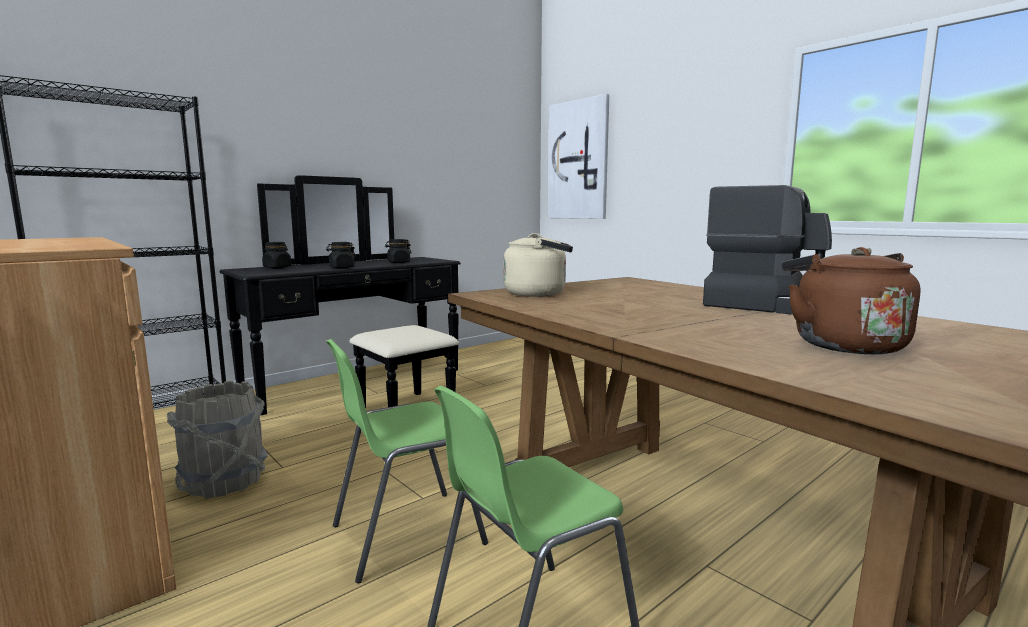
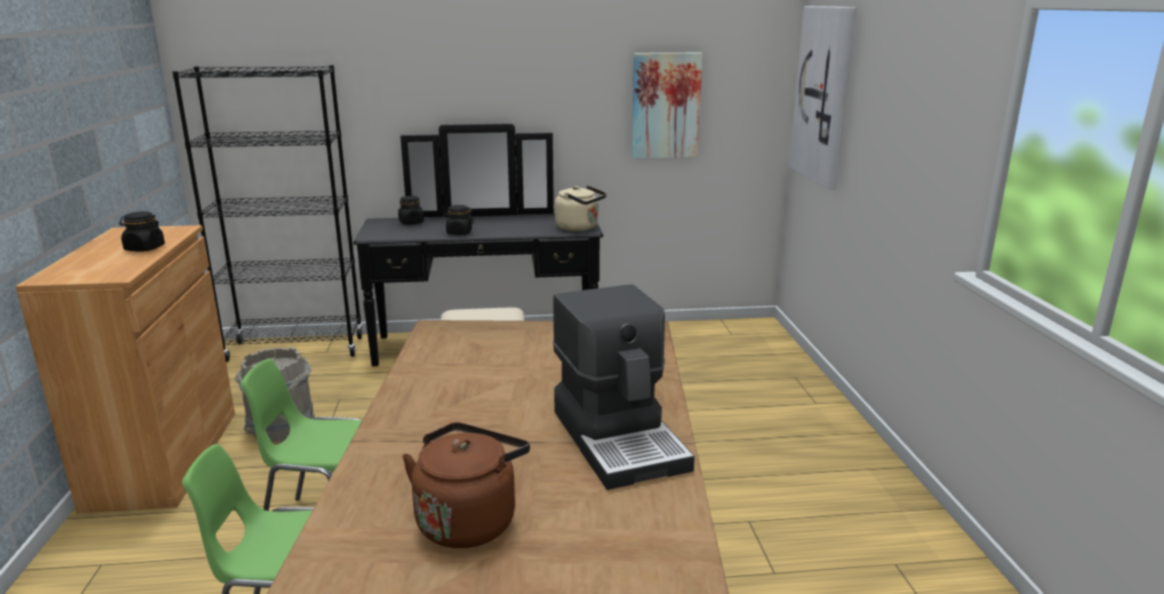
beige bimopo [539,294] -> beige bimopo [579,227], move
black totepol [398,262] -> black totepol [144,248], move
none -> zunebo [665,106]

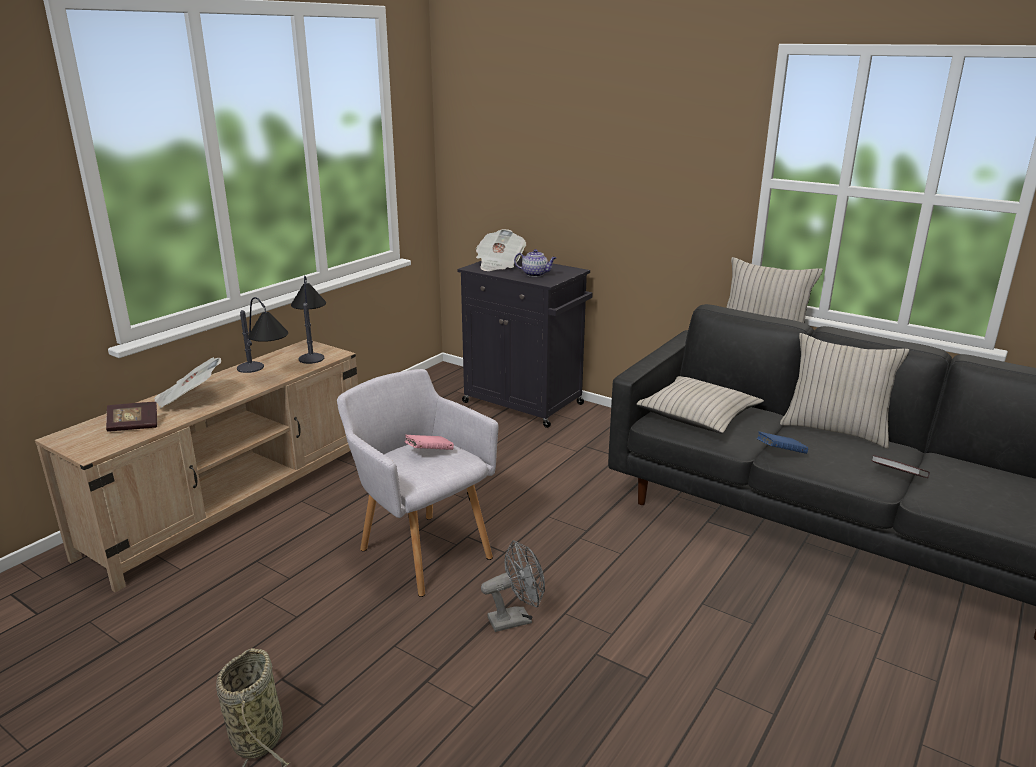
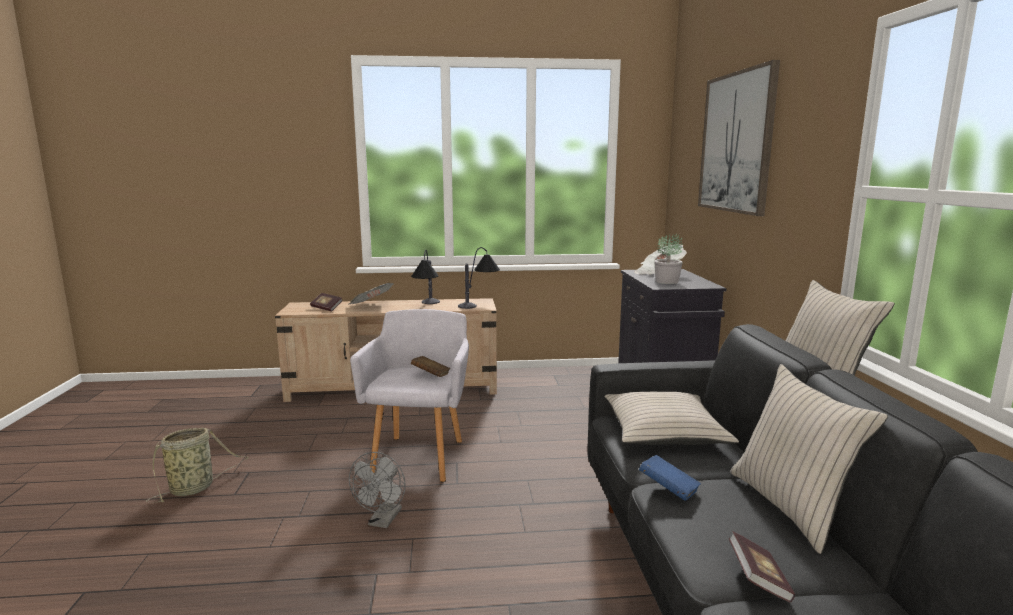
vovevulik [535,274] -> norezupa [667,281]
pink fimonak [429,452] -> brown fimonak [430,375]
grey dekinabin [516,619] -> grey dekinabin [383,521], 75 degrees clockwise
none -> zunebo [736,142]

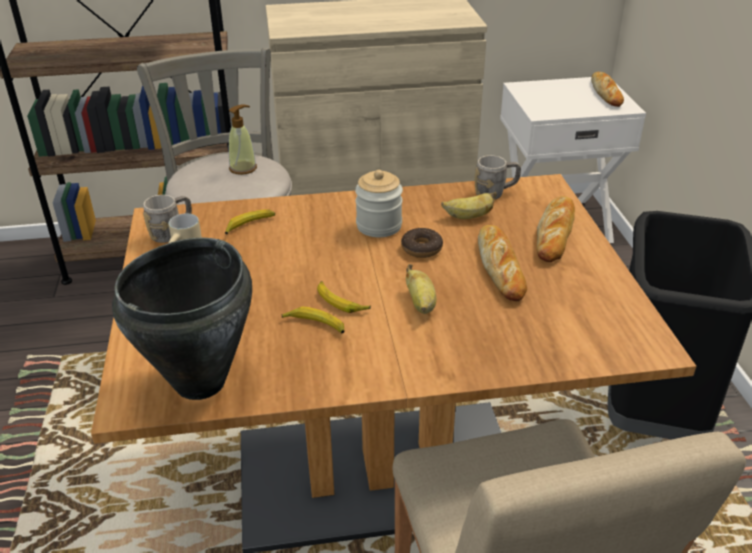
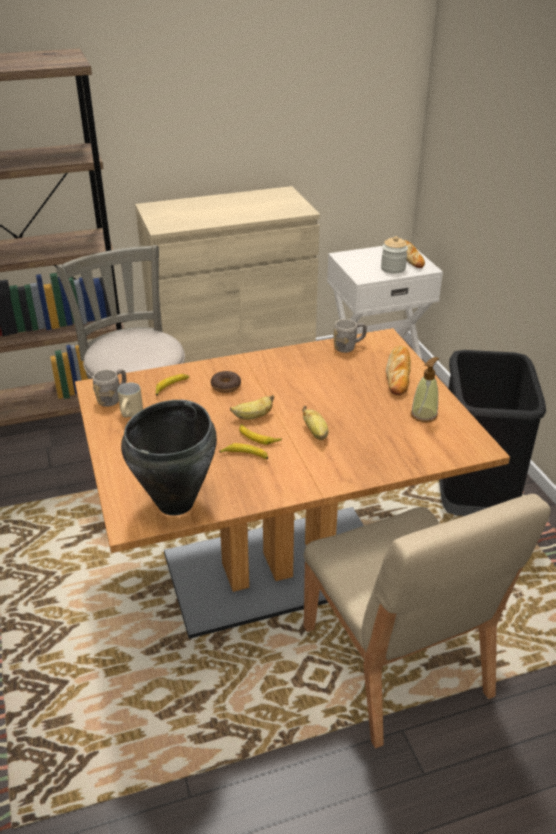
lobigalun [243,168] -> lobigalun [424,415], move
totepol [379,226] -> totepol [393,268], move
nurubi [468,217] -> nurubi [253,417], move
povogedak [500,267] -> none
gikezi [421,248] -> gikezi [226,386], move

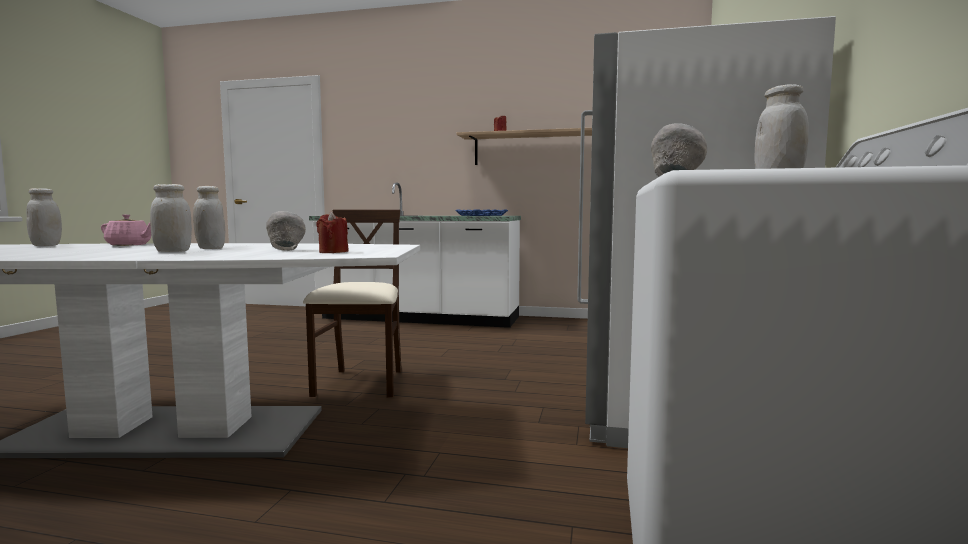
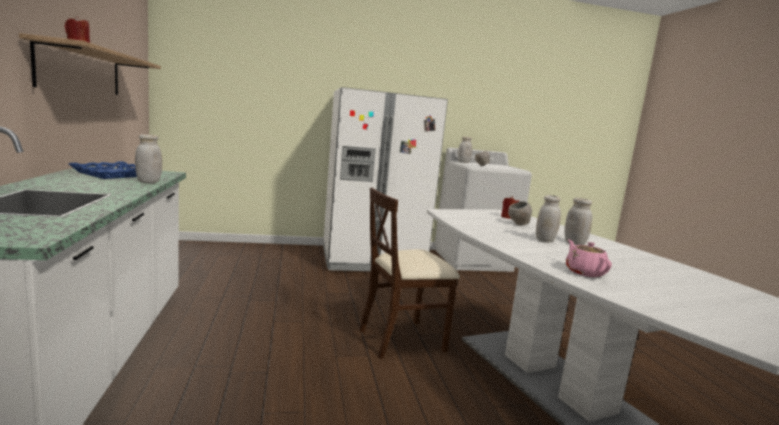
white totepol [46,245] -> white totepol [148,182], move

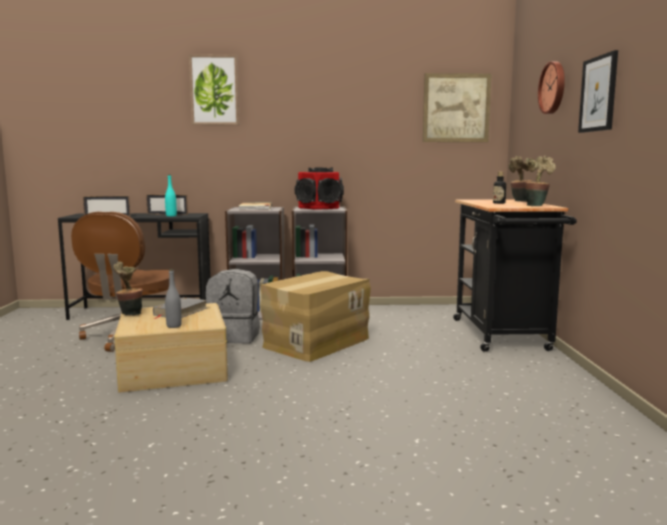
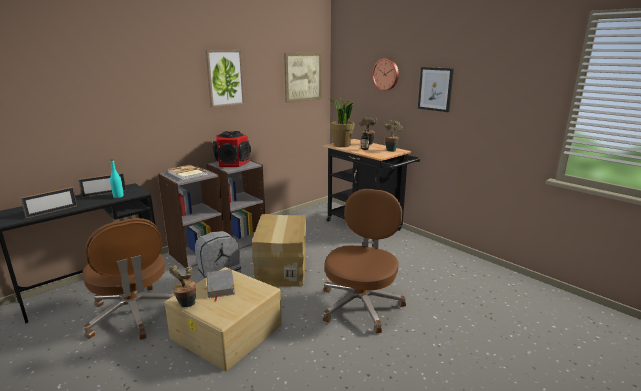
zunebo [214,90] -> zunebo [225,78], move
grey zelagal [174,326] -> none
none -> norezupa [341,145]
none -> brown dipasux [361,304]

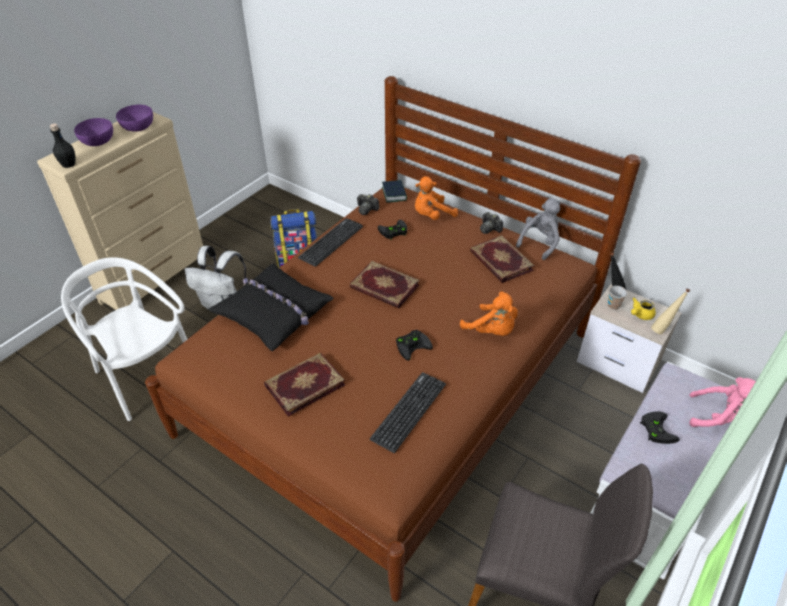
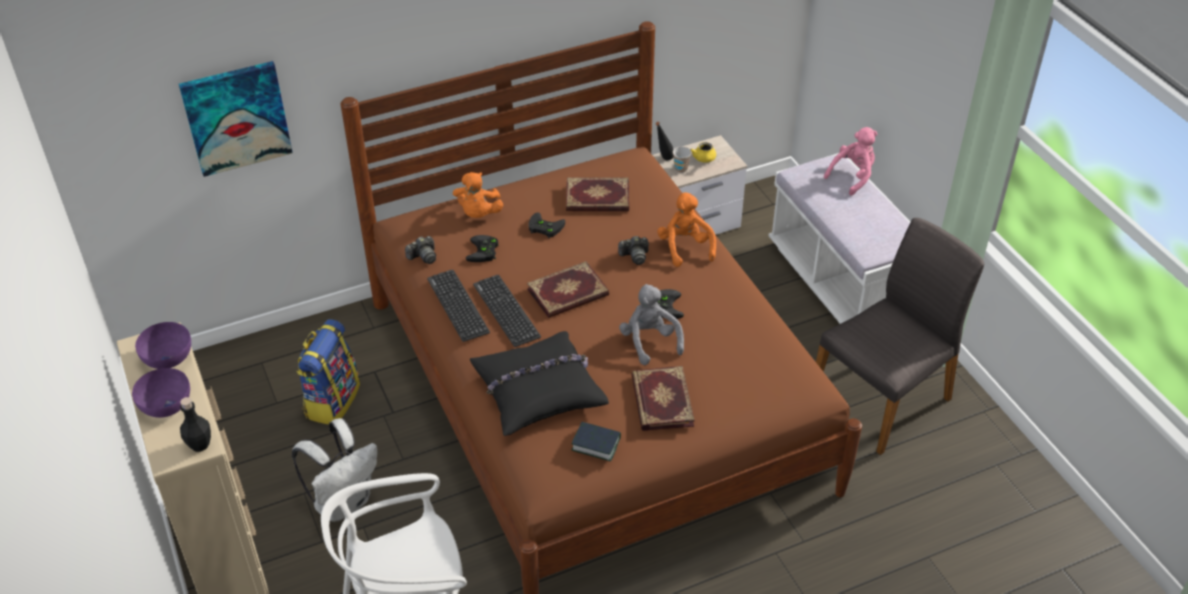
fimonak [394,194] -> fimonak [596,444], move
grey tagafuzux [540,243] -> grey tagafuzux [649,341], move
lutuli [489,228] -> lutuli [634,256], move
beige zelagal [662,329] -> none
orange tagafuzux [491,331] -> orange tagafuzux [685,247], 90 degrees counterclockwise
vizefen [409,411] -> vizefen [506,311], move
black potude [656,429] -> black potude [544,227], move
none -> zunebo [236,117]

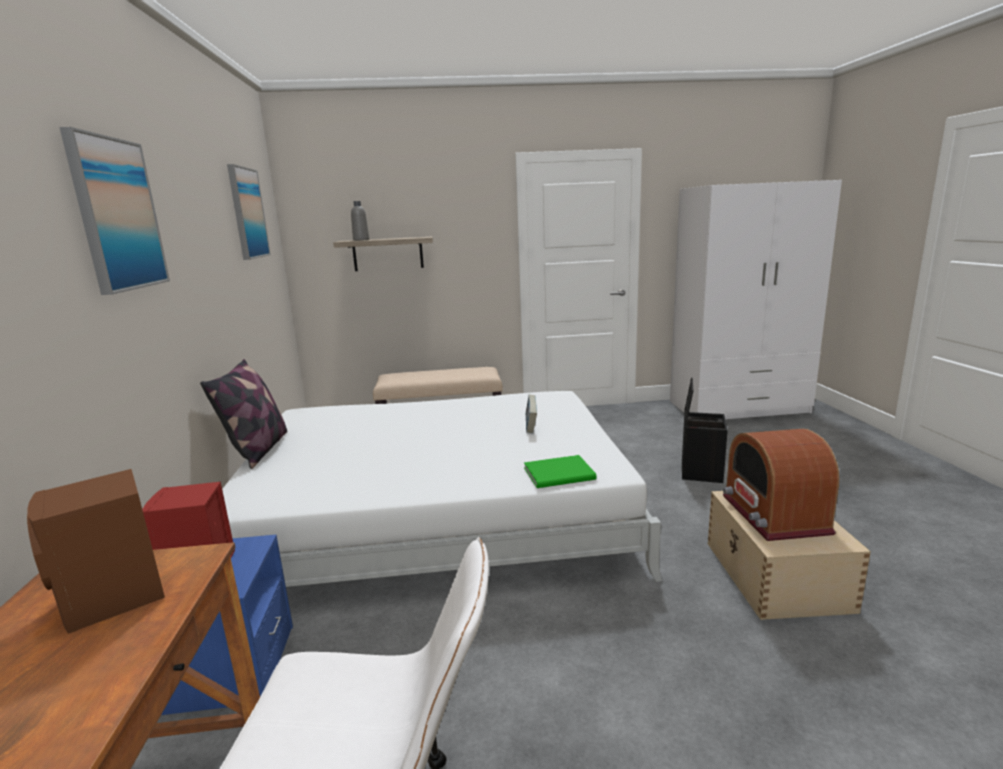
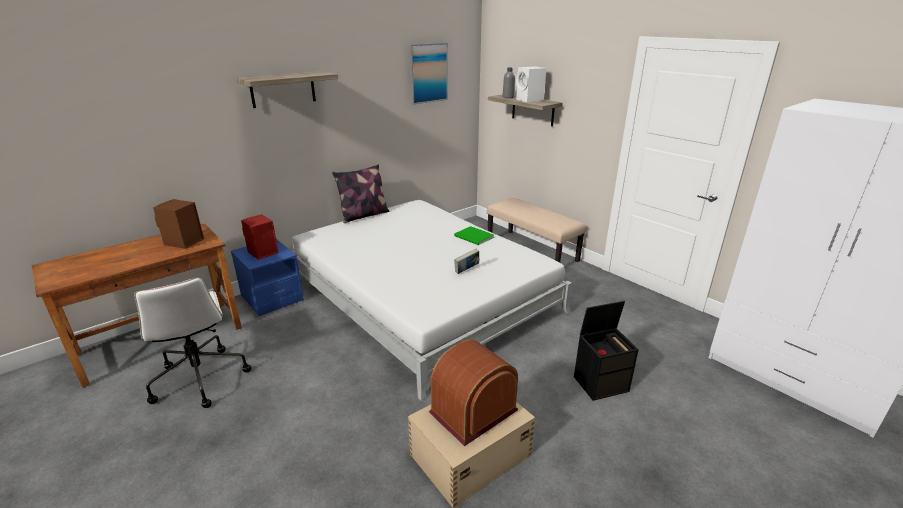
zunebo [117,215] -> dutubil [283,89]
green fimonak [561,474] -> green fimonak [474,237], move
none -> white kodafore [530,100]

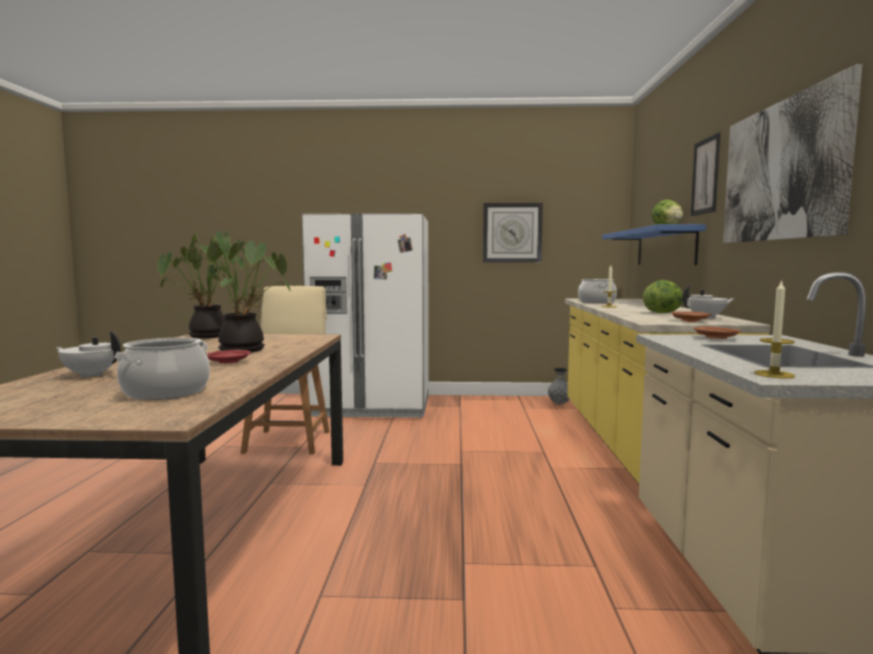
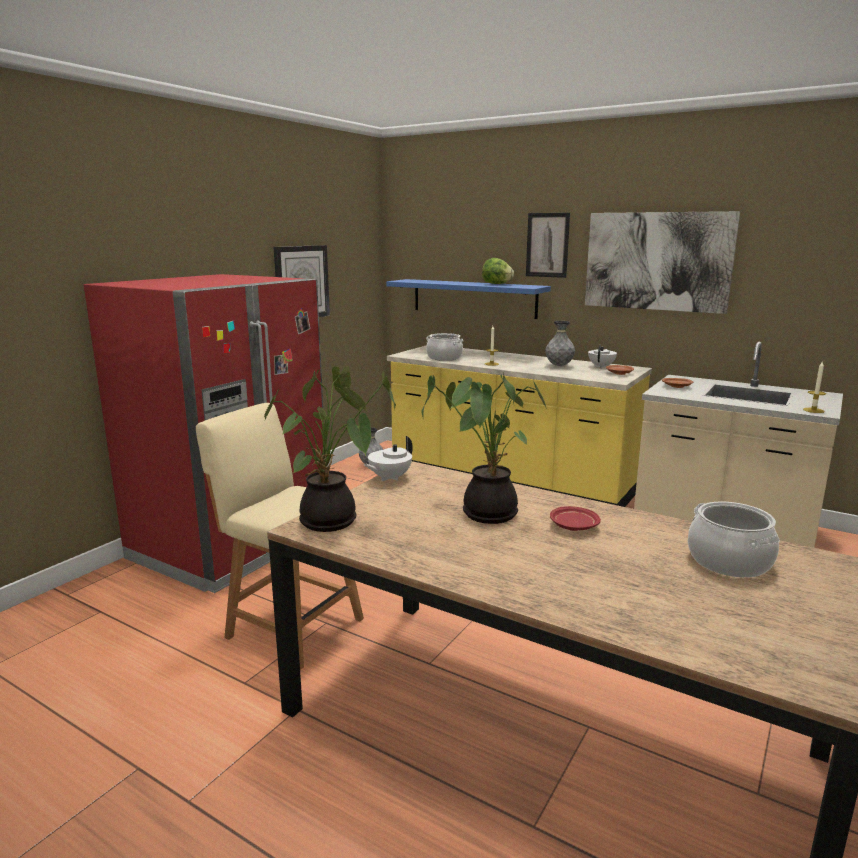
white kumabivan [373,406] -> red kumabivan [231,545]
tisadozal [663,313] -> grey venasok [559,366]
white vovevulik [91,375] -> white vovevulik [389,478], move

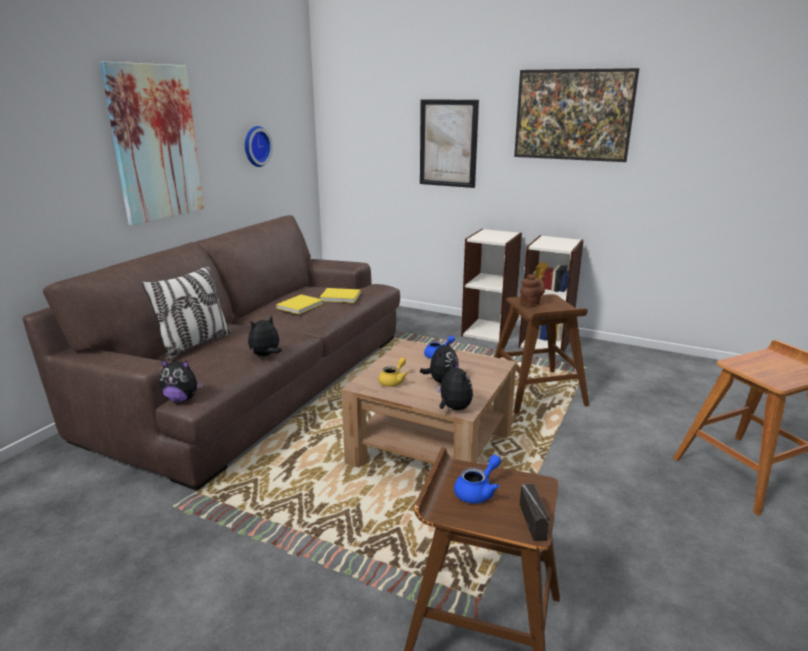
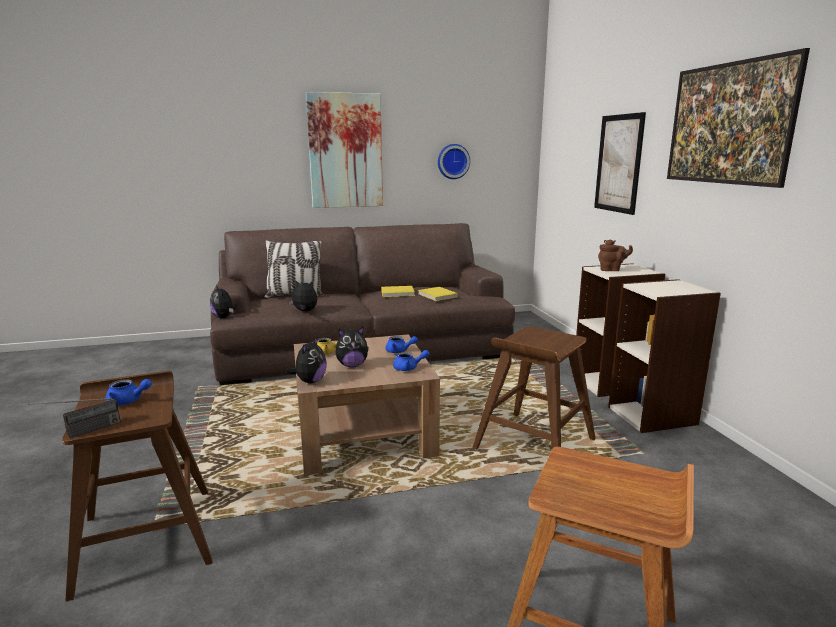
brown vovevulik [531,303] -> brown vovevulik [611,270], move
none -> blue vovevulik [409,368]

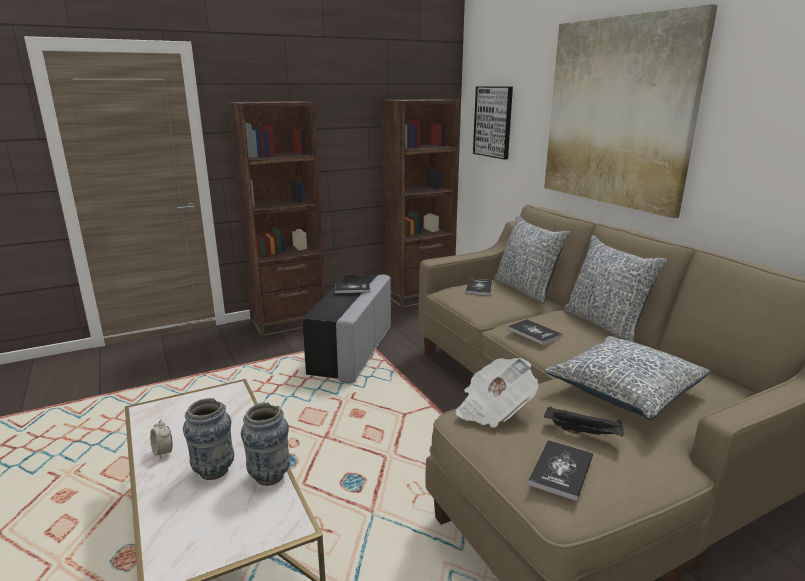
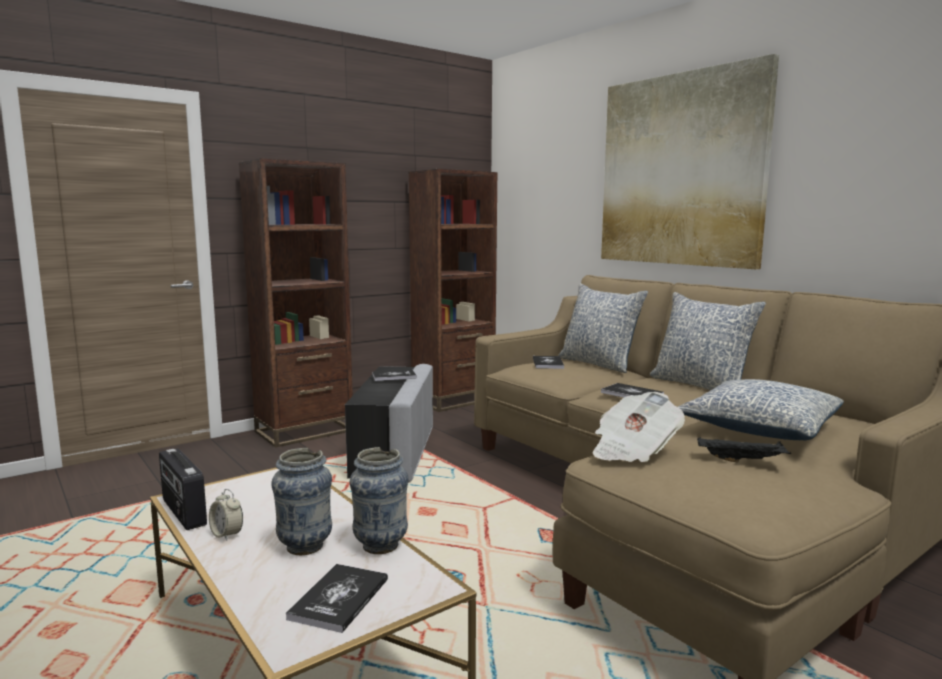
zunebo [493,122] -> none
fimonak [561,470] -> fimonak [339,599], move
none -> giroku [182,512]

